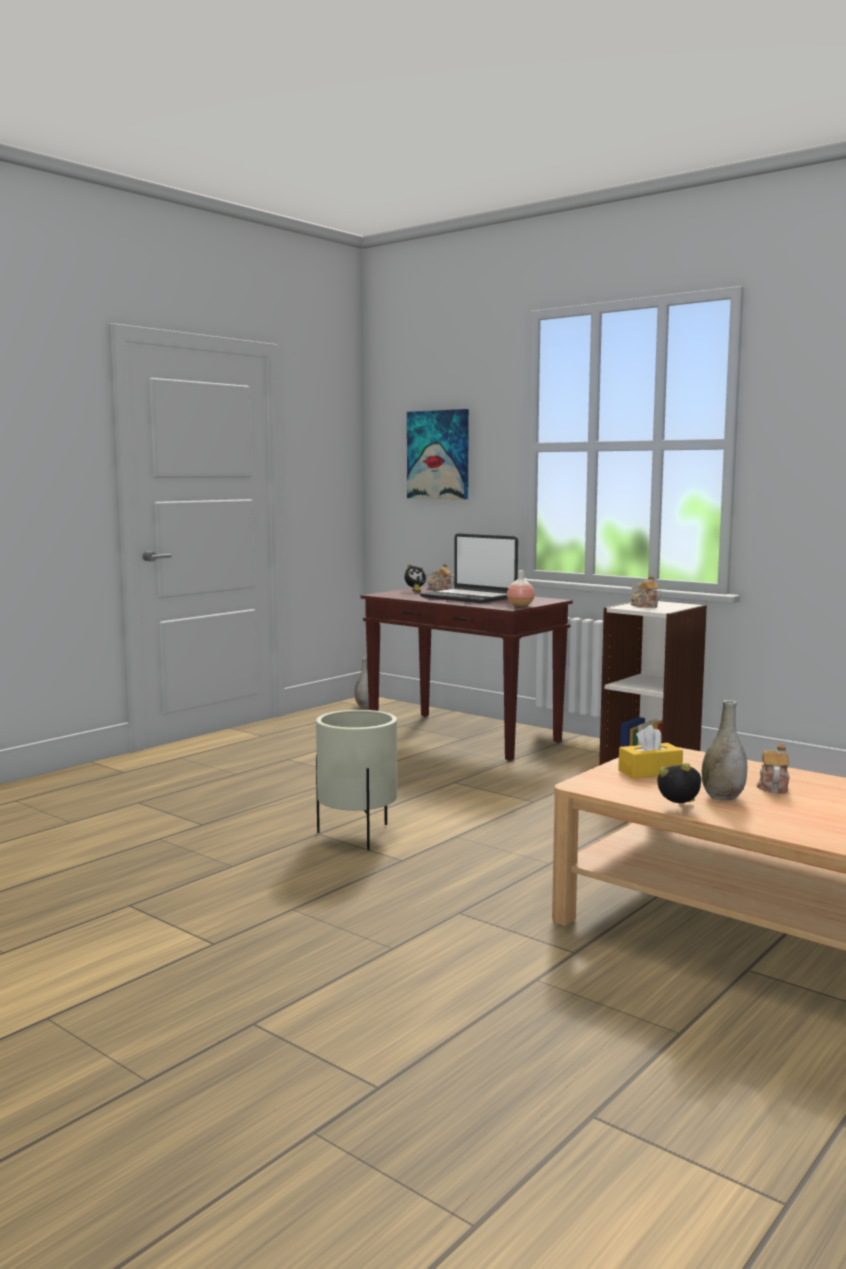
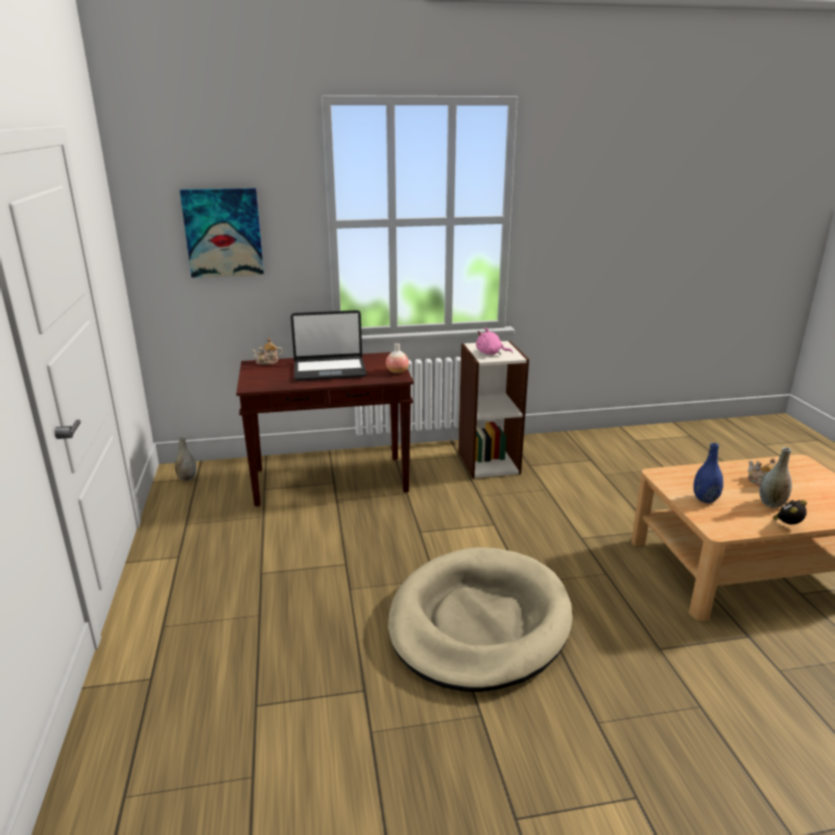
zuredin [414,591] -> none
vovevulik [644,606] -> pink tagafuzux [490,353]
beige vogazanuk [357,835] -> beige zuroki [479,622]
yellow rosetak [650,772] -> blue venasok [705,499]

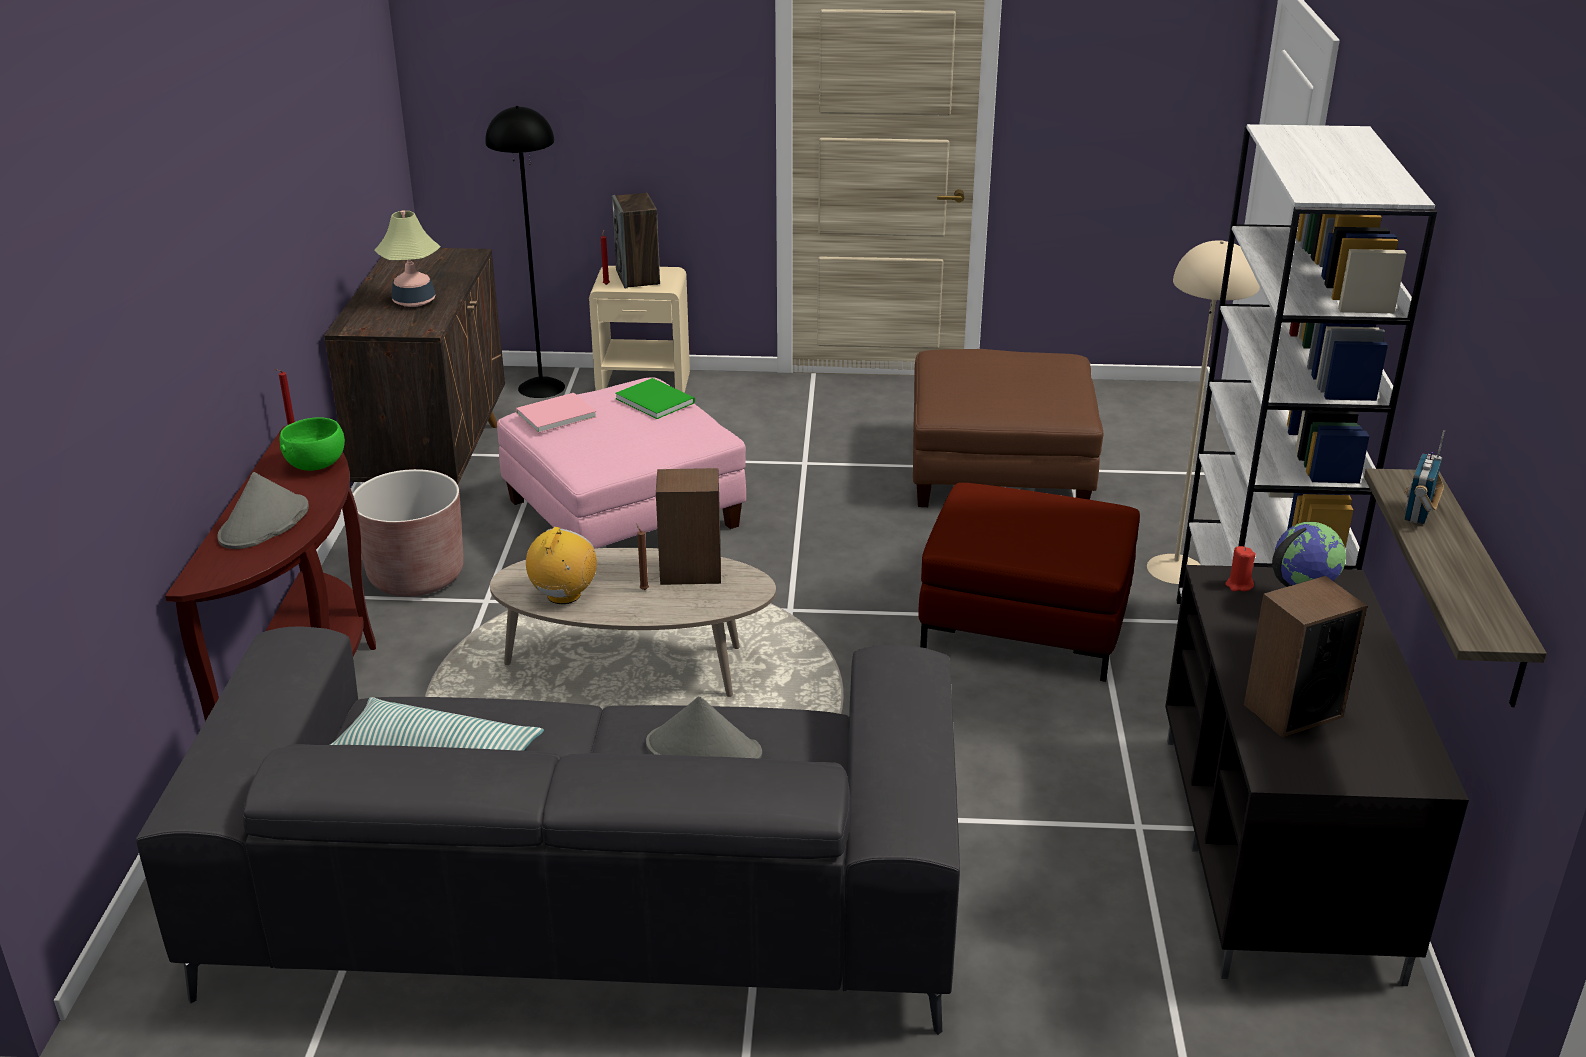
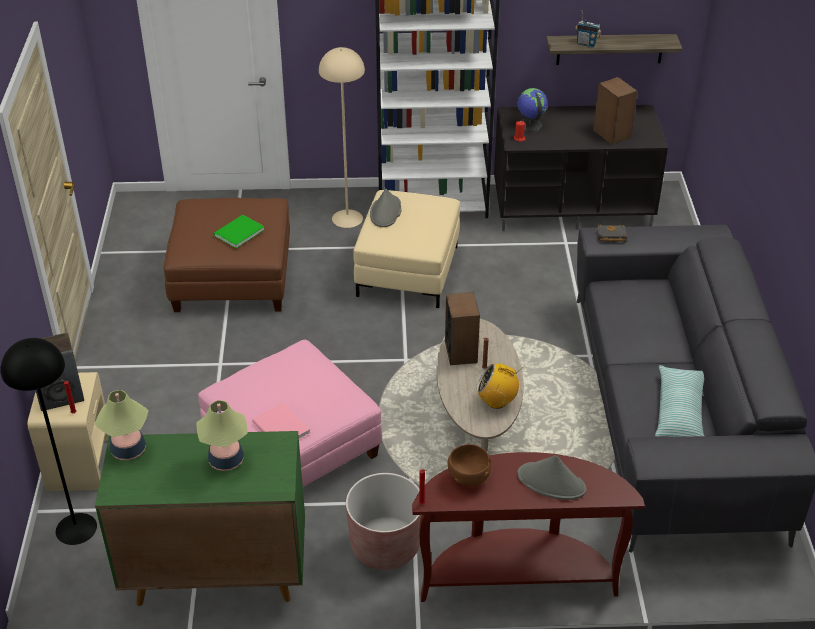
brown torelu [435,464] -> green torelu [215,572]
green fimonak [655,399] -> green fimonak [237,232], move
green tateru [316,465] -> brown tateru [469,477]
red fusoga [1023,623] -> beige fusoga [408,271]
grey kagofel [703,750] -> grey kagofel [385,212], move
none -> black fimonak [610,236]
none -> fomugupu [128,449]

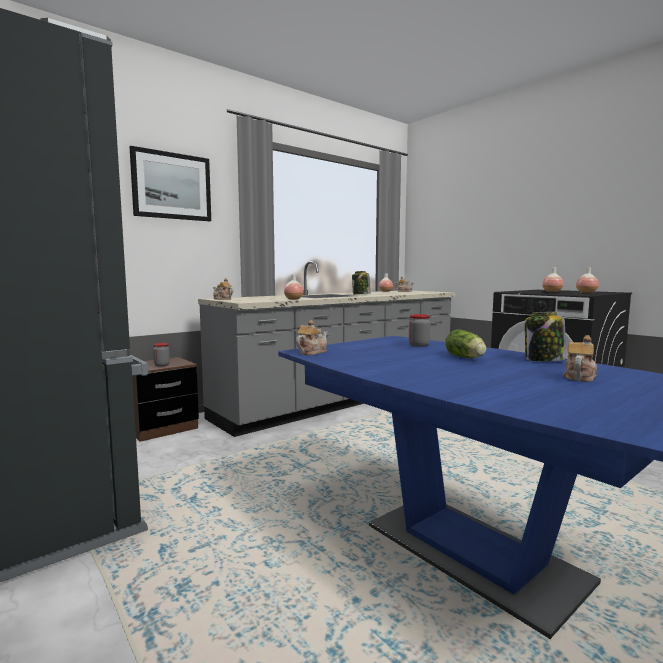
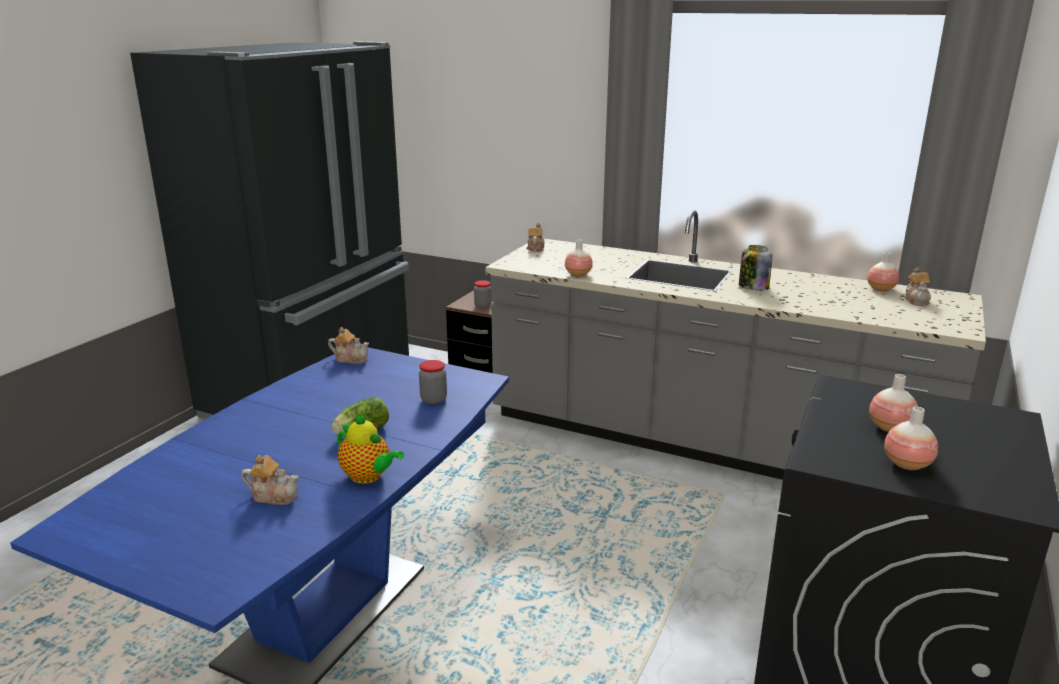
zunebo [172,186] -> none
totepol [543,360] -> vovevulik [368,477]

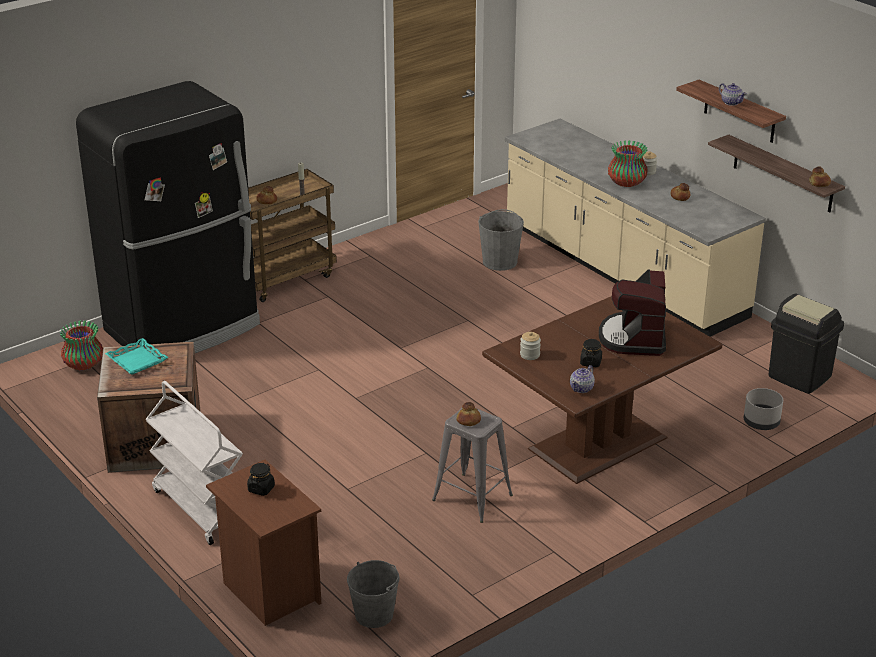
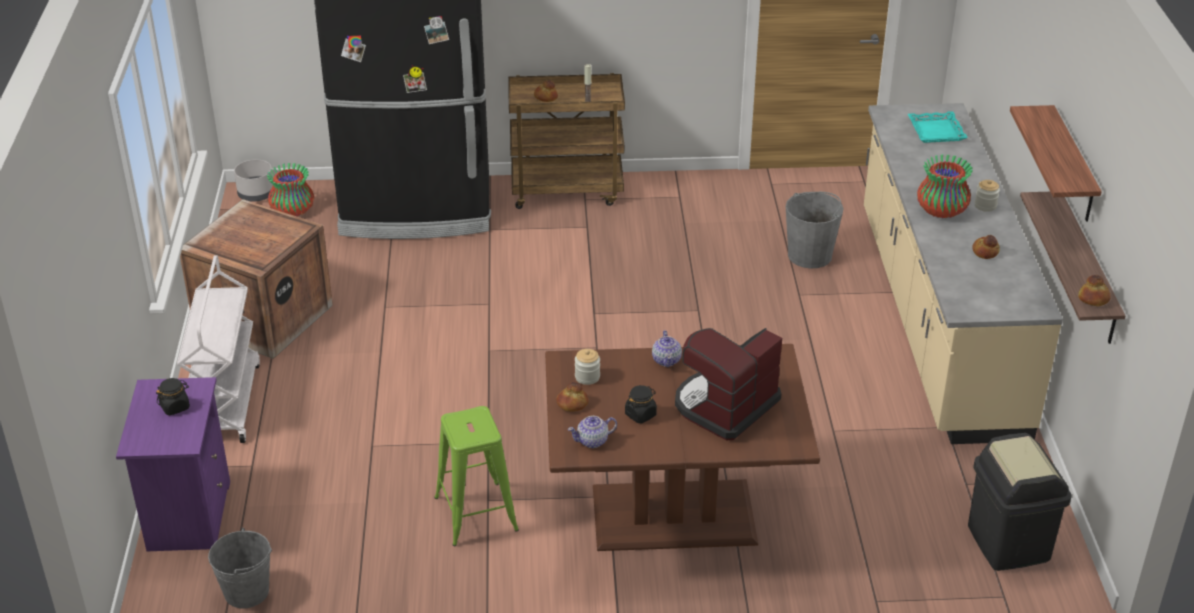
vovevulik [731,102] -> vovevulik [667,360], move
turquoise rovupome [136,361] -> turquoise rovupome [935,131], move
grey vogazanuk [761,422] -> grey vogazanuk [256,194], move
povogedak [468,420] -> povogedak [572,404], move
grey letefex [472,498] -> green letefex [476,514]
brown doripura [269,591] -> purple doripura [188,517]

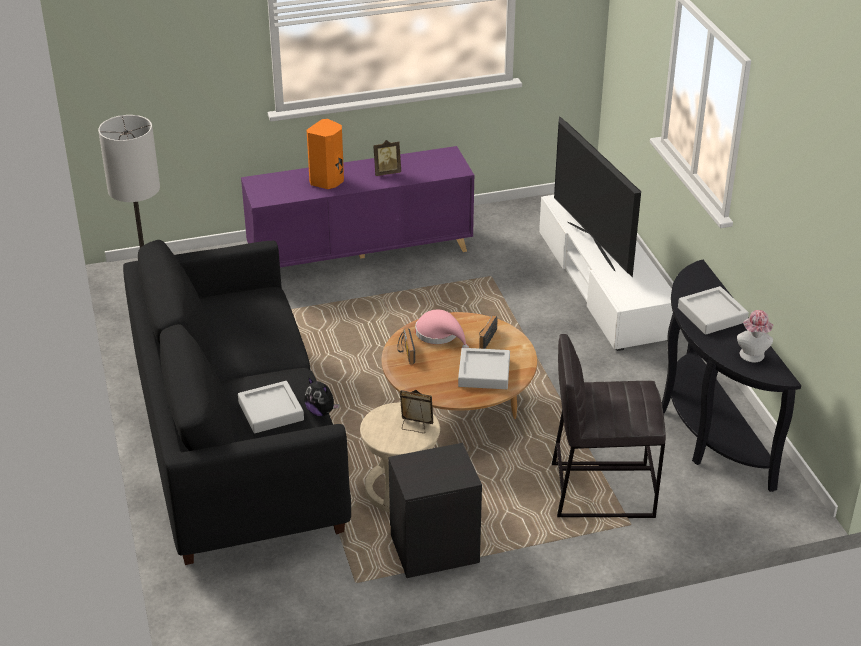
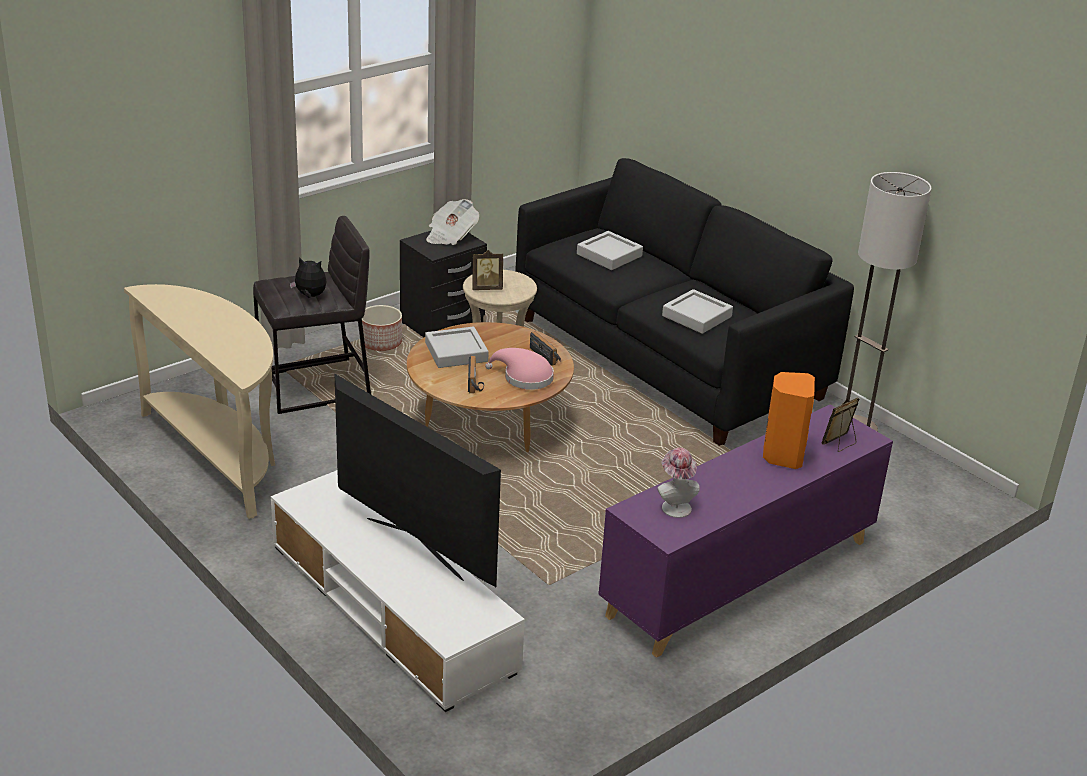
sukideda [386,172] -> sukideda [839,443], move
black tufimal [706,430] -> beige tufimal [220,455]
grey rovupome [712,315] -> grey rovupome [696,316], move
kagofel [752,357] -> kagofel [674,506], move
tagafuzux [321,412] -> tagafuzux [310,296], move
none -> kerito [450,236]
none -> vogazanuk [381,342]

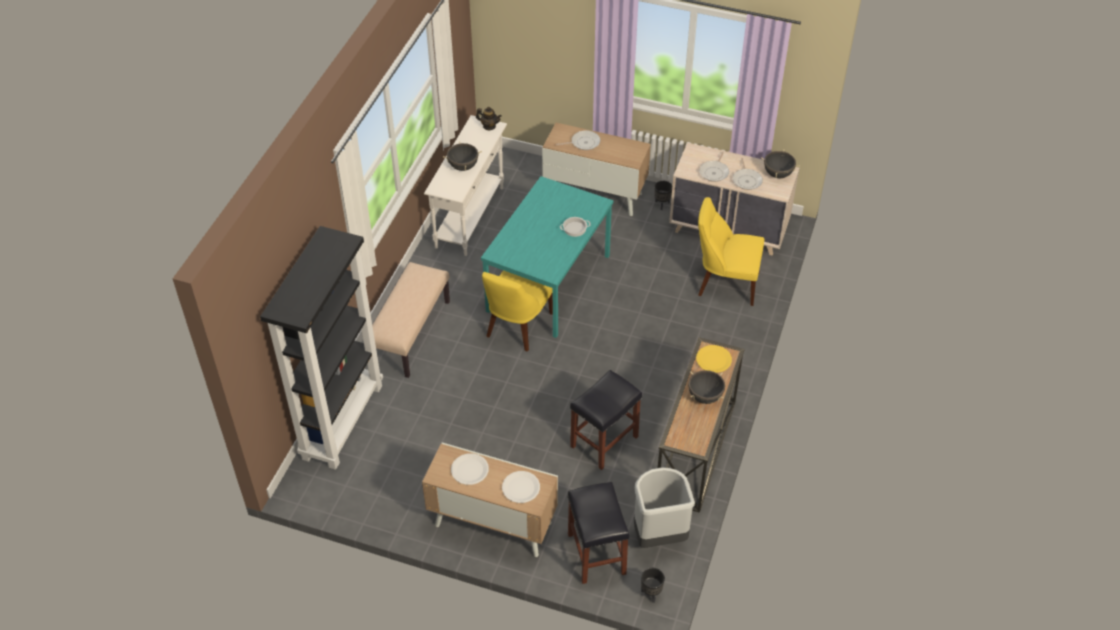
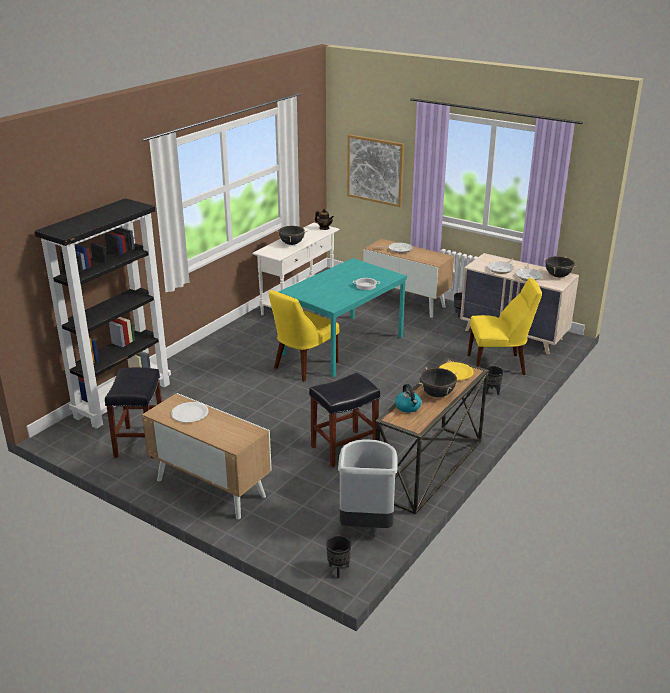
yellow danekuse [725,283] -> yellow danekuse [499,365], 150 degrees clockwise
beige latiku [410,333] -> none
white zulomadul [521,487] -> none
black letefex [596,553] -> black letefex [140,441], move
none -> zunebo [375,170]
none -> black vogazanuk [492,392]
none -> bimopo [408,407]

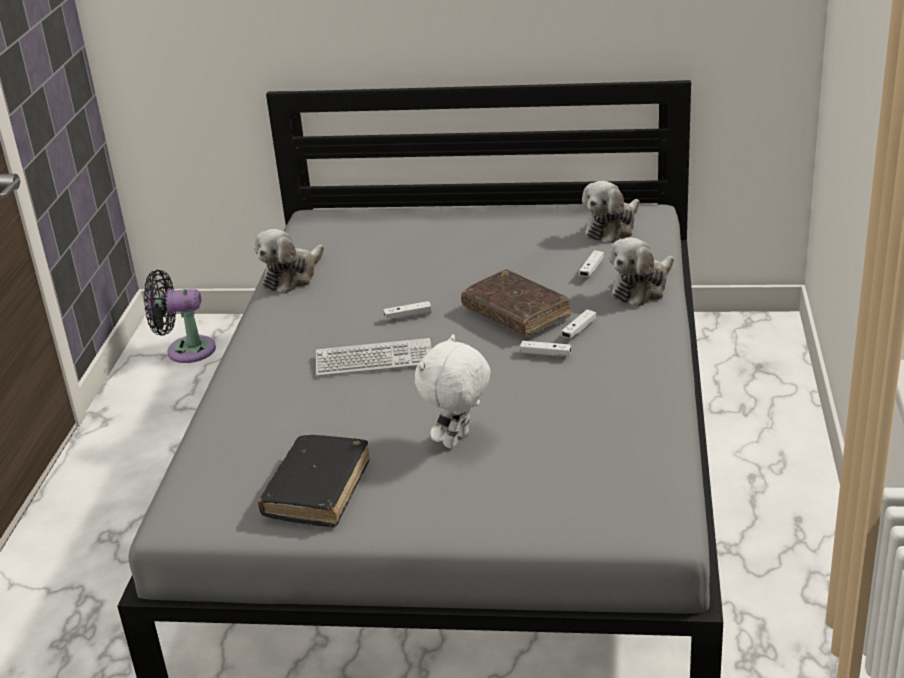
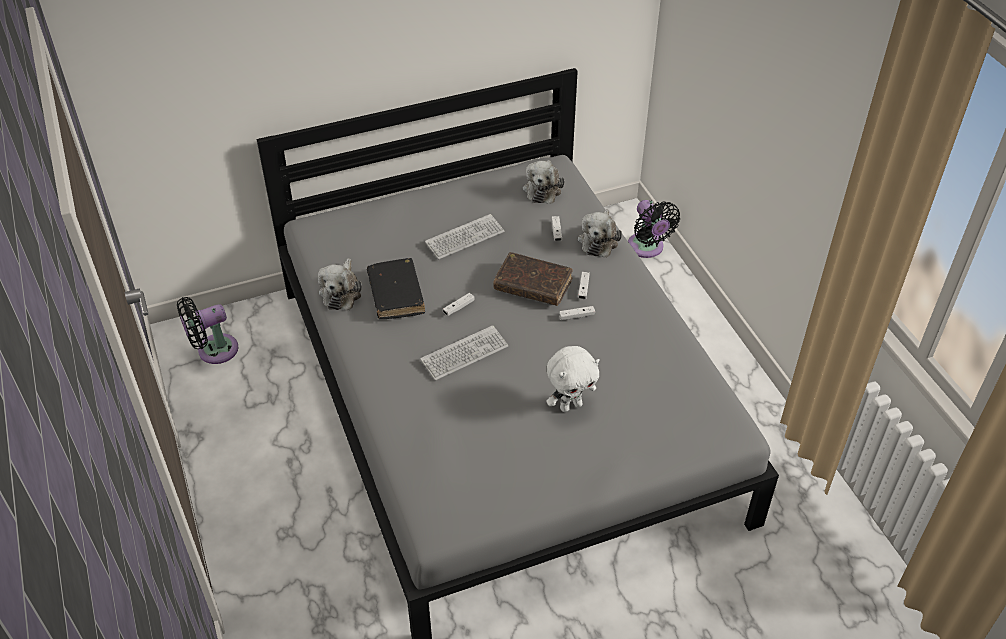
white tagafuzux [458,441] -> white tagafuzux [570,405], 120 degrees counterclockwise
black fimonak [317,490] -> black fimonak [396,295], move
none -> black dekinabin [647,248]
none -> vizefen [465,238]

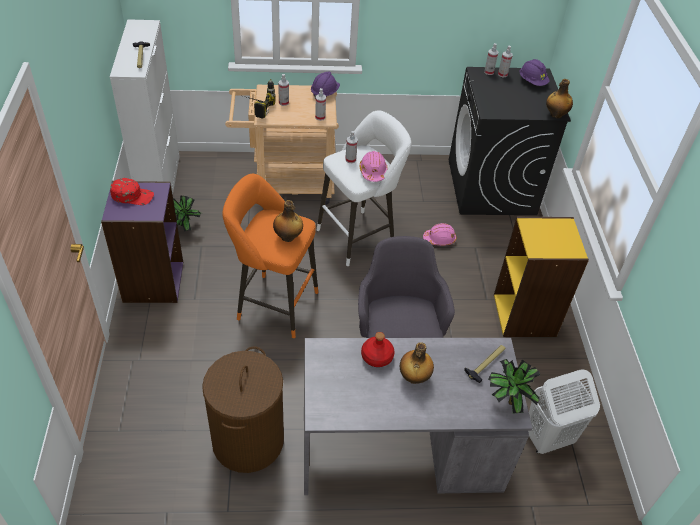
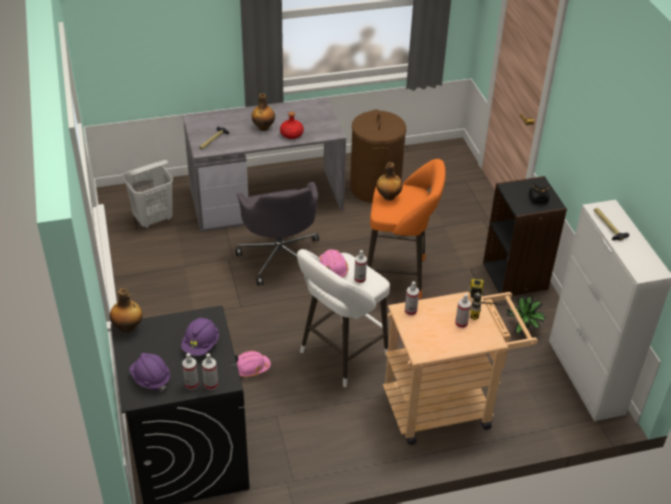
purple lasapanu [324,93] -> purple lasapanu [201,345], move
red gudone [132,195] -> black totepol [538,199]
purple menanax [152,281] -> black menanax [516,276]
yellow menanax [525,315] -> none
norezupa [506,401] -> none

